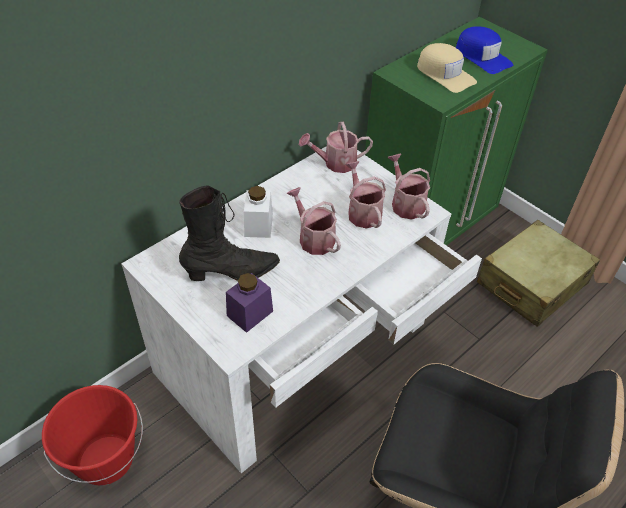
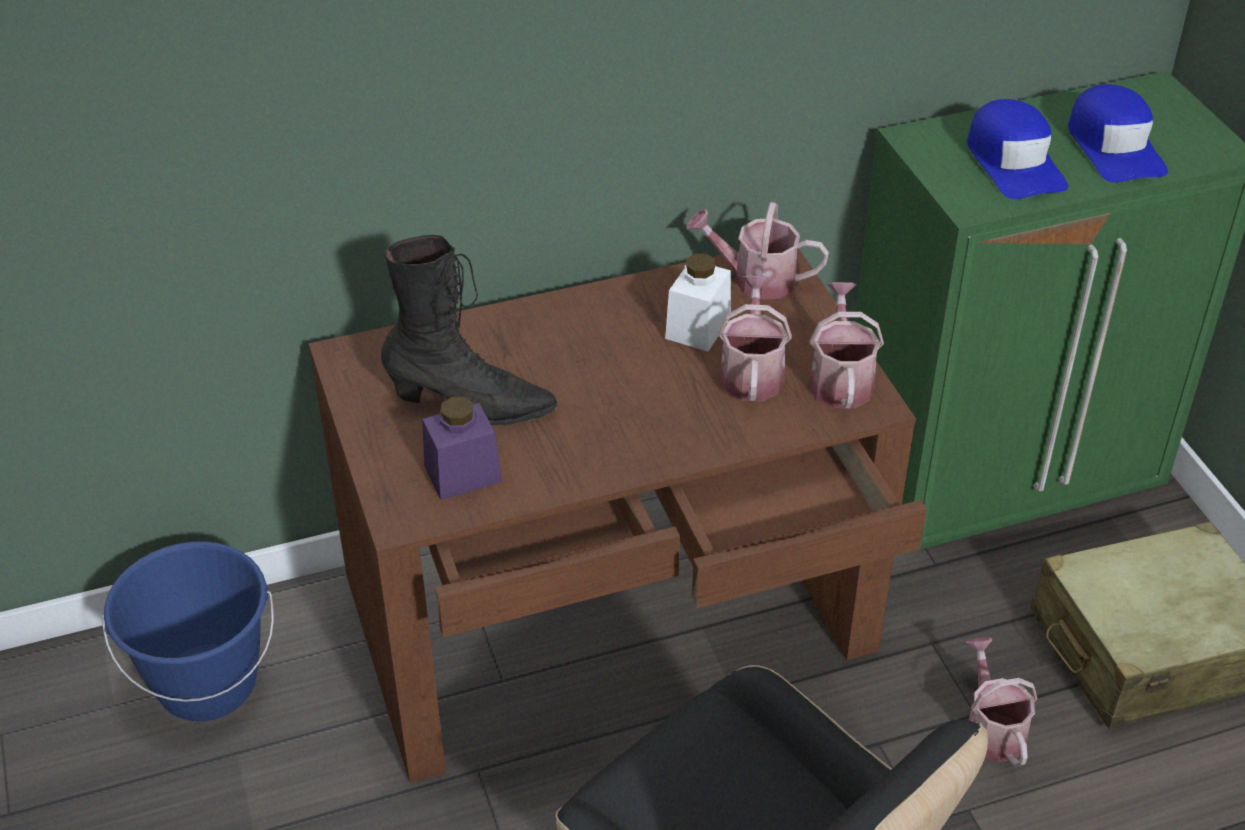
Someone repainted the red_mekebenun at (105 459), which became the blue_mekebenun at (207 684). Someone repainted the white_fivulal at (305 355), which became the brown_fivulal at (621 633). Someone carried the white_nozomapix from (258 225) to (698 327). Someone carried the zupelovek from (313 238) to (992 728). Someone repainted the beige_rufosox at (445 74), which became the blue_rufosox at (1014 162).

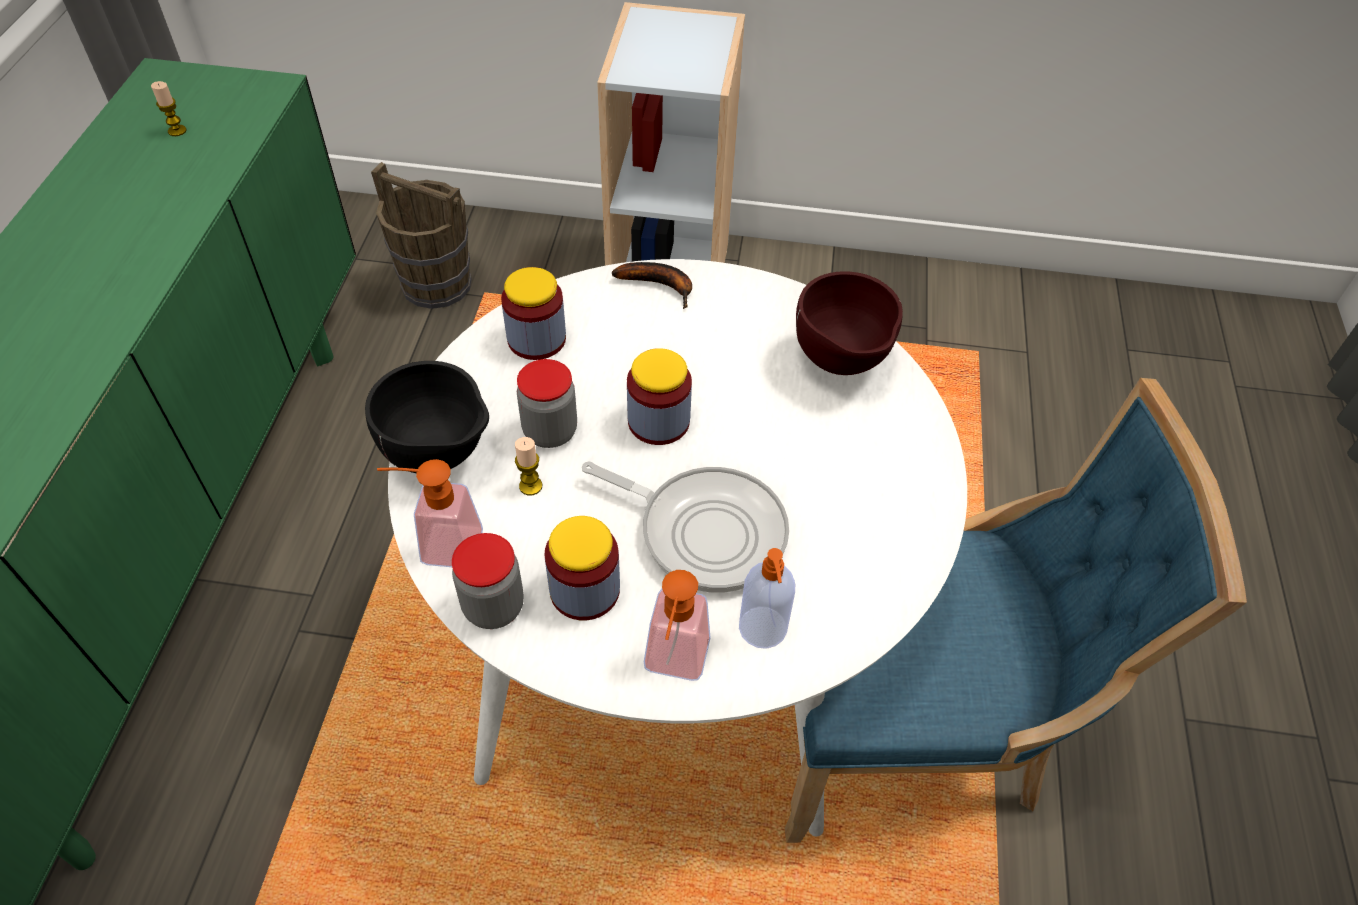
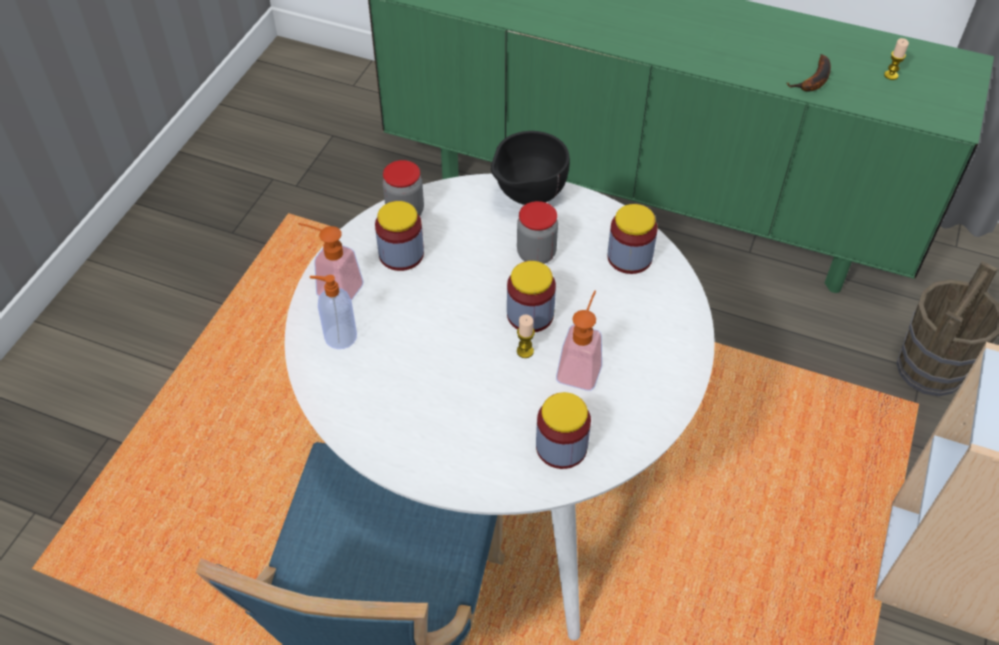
Someone carried the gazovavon from (440 545) to (581 366). Someone carried the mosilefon from (530 486) to (525 351). Someone took away the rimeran at (704 531). Someone carried the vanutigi from (661 285) to (814 81). Someone swapped the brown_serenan at (841 365) for the nozomapix at (561 447).

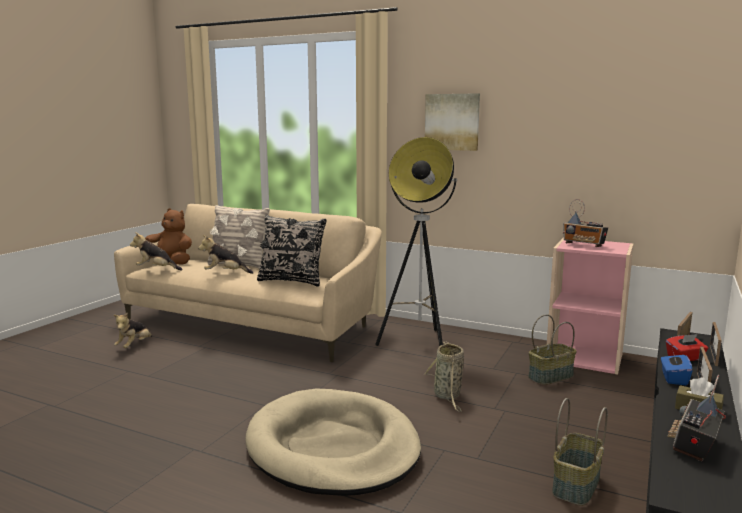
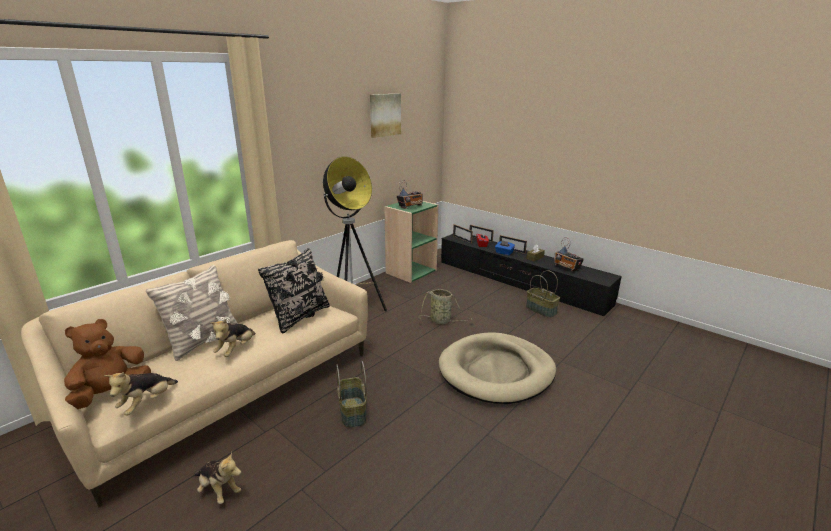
Someone carried the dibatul from (452 122) to (384 115). Someone carried the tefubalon from (550 376) to (352 412). Someone repainted the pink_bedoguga at (585 357), which became the green_bedoguga at (411 271).

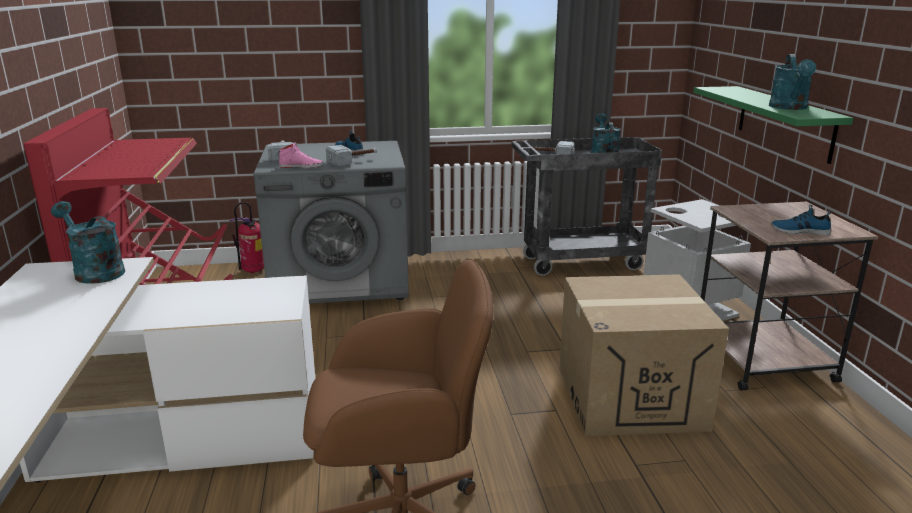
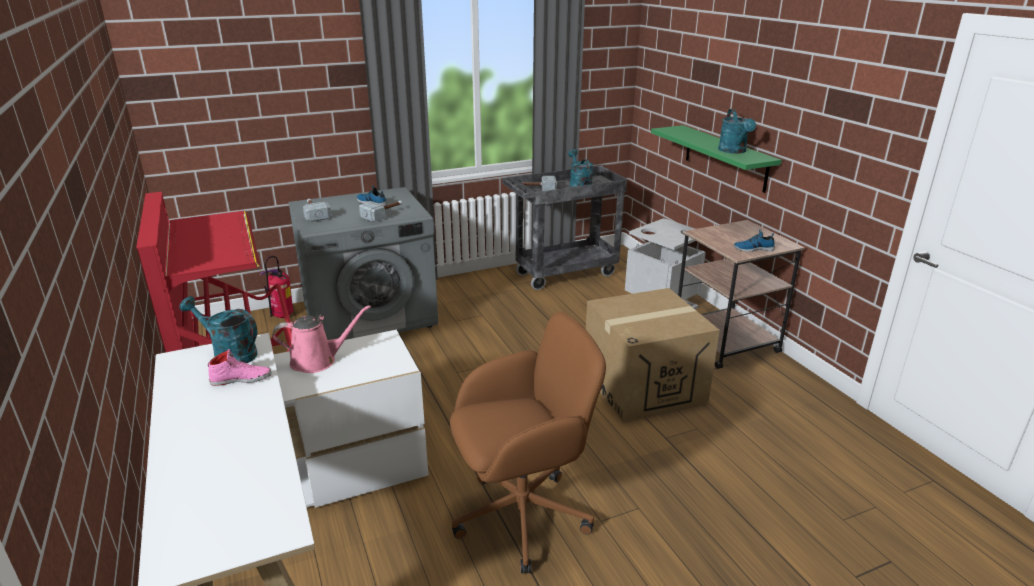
Someone carried the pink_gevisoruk from (301 166) to (241 378). Someone put down the pink_zupelovek at (318 360).

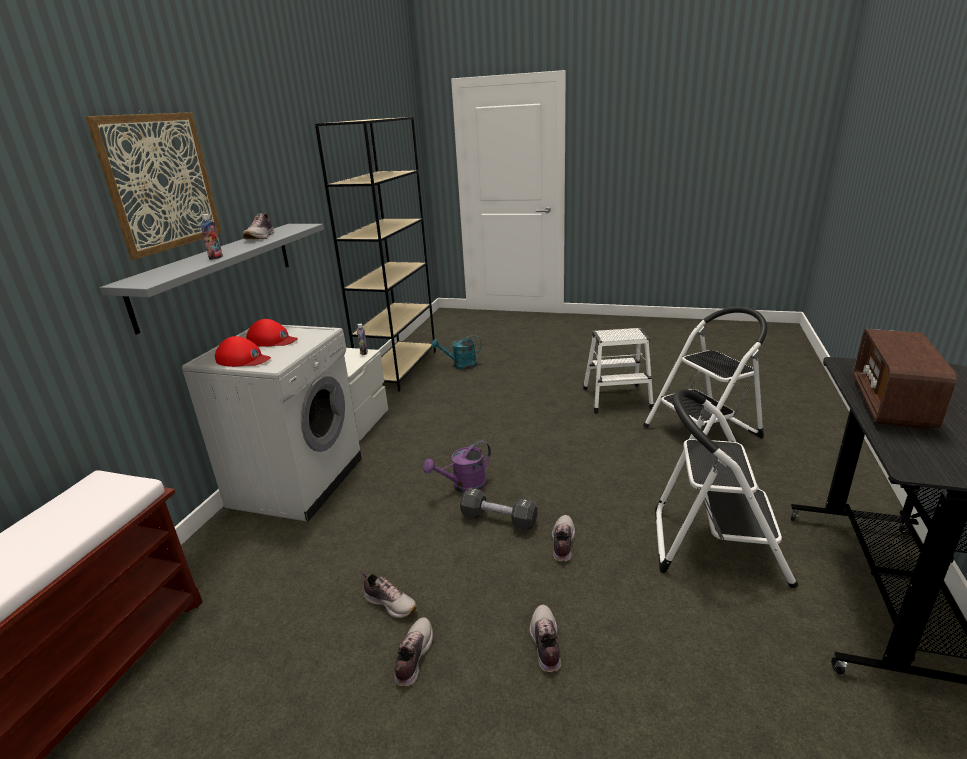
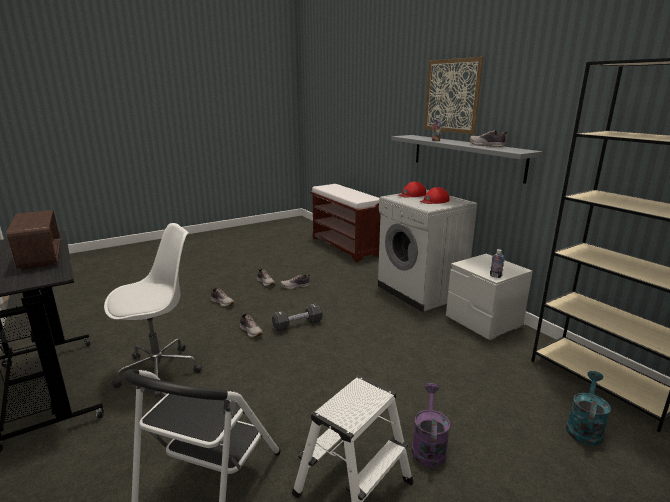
Someone carried the purple_zupelovek from (464 487) to (428 445). Someone swapped the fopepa at (713 544) for the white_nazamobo at (161 370).

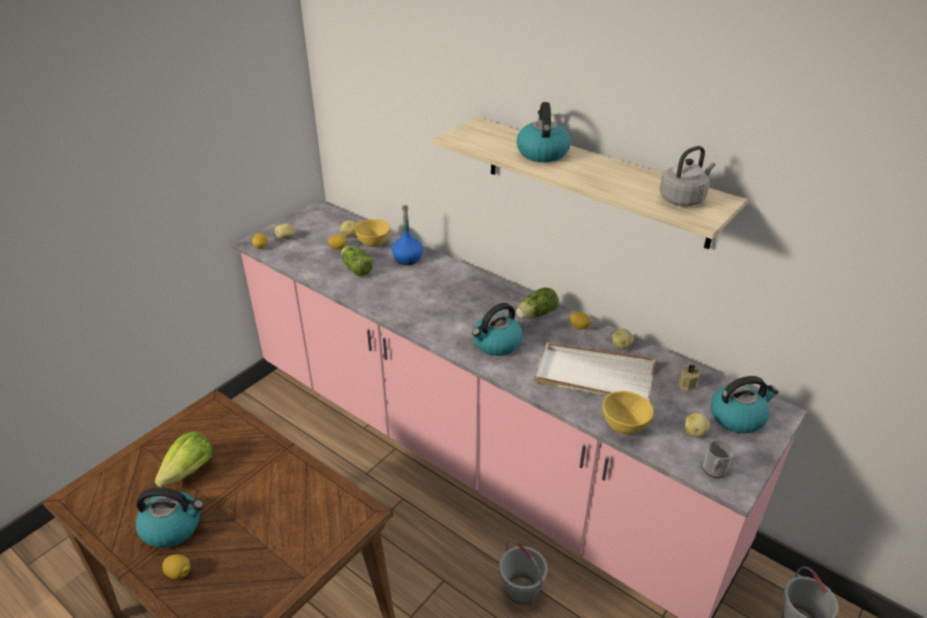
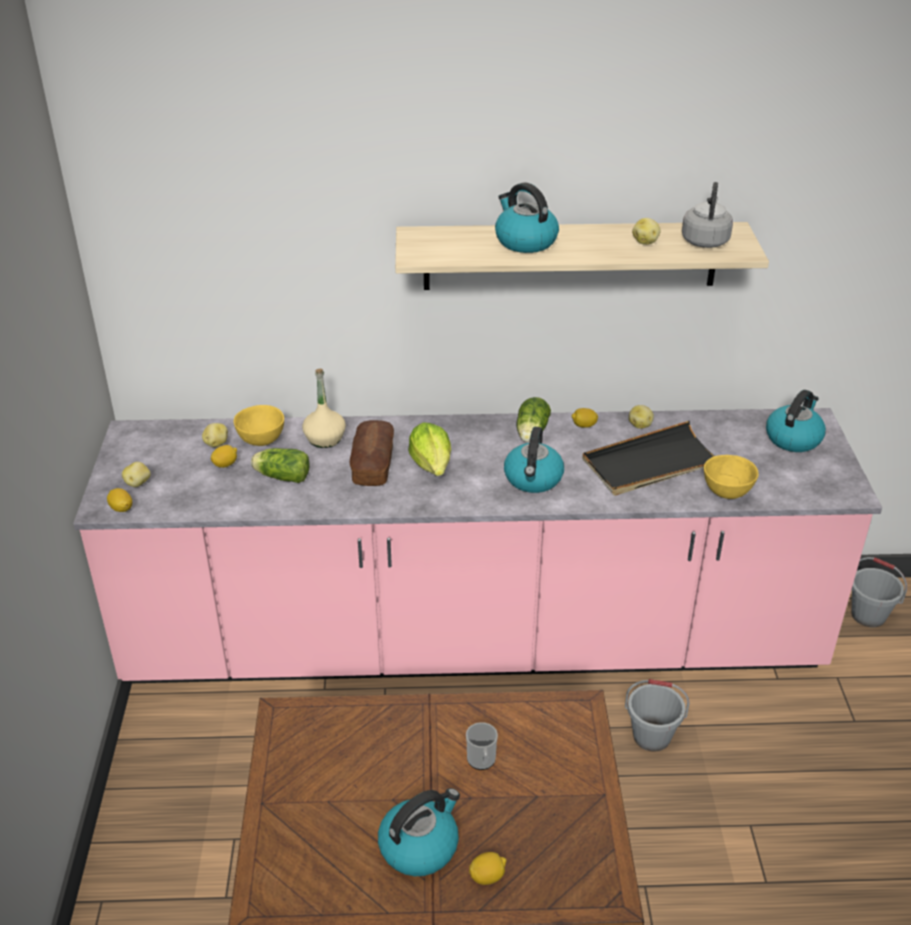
Someone carried the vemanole from (189 471) to (432 465). Someone repainted the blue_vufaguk at (407 258), which became the beige_vufaguk at (324 439). Someone repainted the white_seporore at (593 376), which became the black_seporore at (652 463). Someone took away the beige_mosilefon at (686 385). Someone carried the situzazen from (695 432) to (645 242). Someone carried the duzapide from (713 471) to (482 761). Someone put down the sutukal at (373 465).

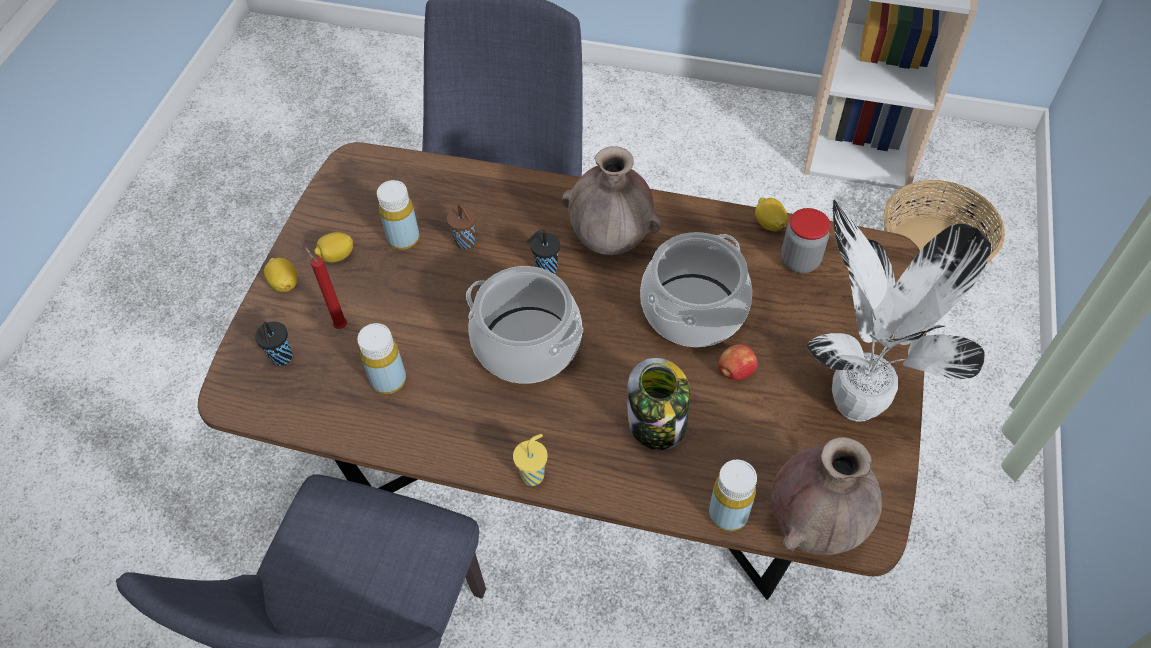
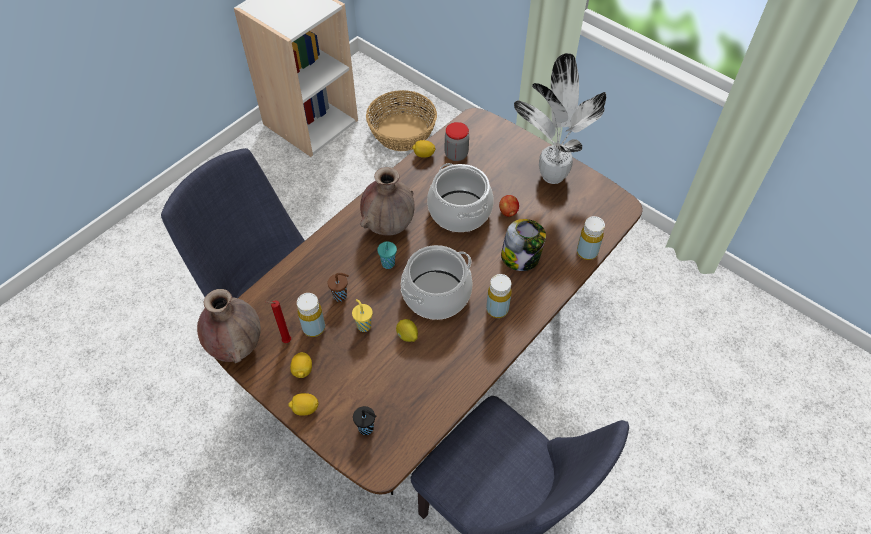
Someone carried the red_mosilefon from (339 325) to (285 341). Someone carried the yellow_vufaguk from (388 380) to (497 309). Someone carried the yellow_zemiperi from (533 474) to (363 325). Someone repainted the black_zemiperi at (545 269), which became the turquoise_zemiperi at (388 264). Someone carried the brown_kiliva from (814 525) to (236 346). Someone put down the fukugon at (407 336).

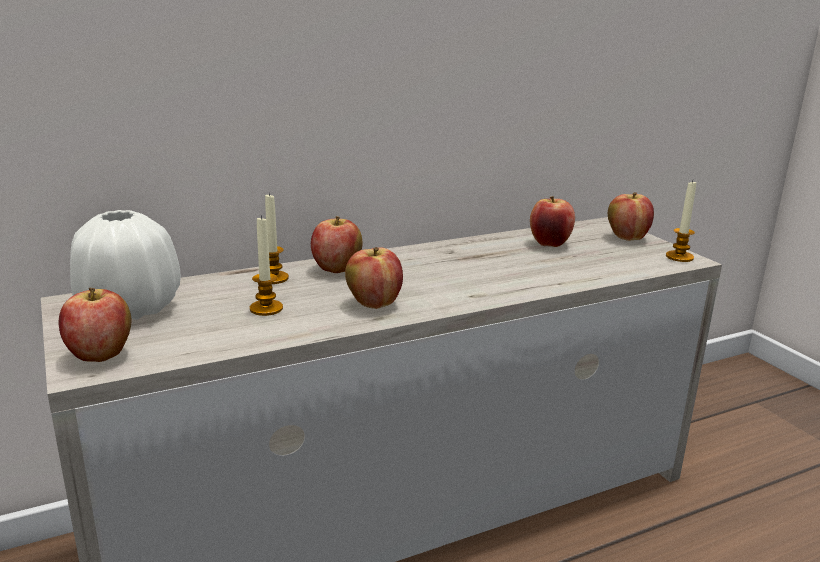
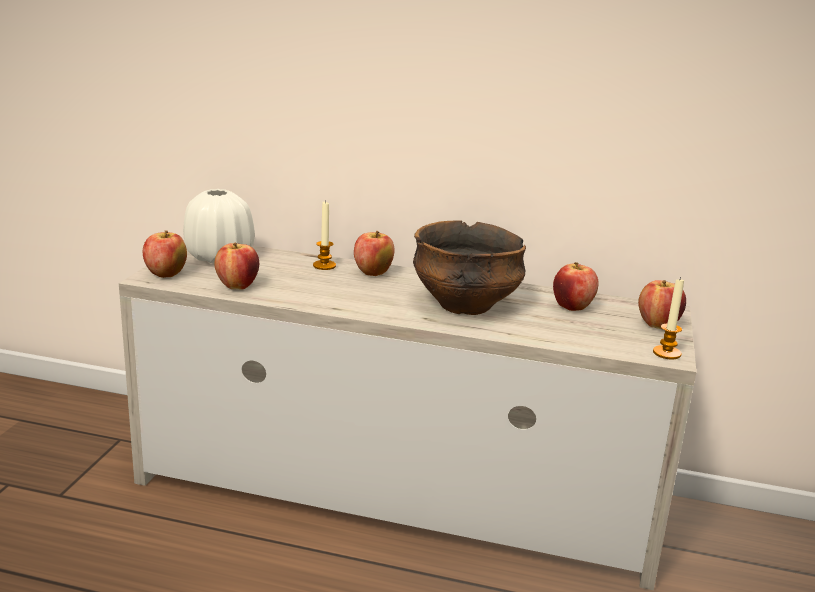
Someone took away the mosilefon at (266 308). Someone carried the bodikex from (374 304) to (237 286). Someone put down the serenan at (465 305).

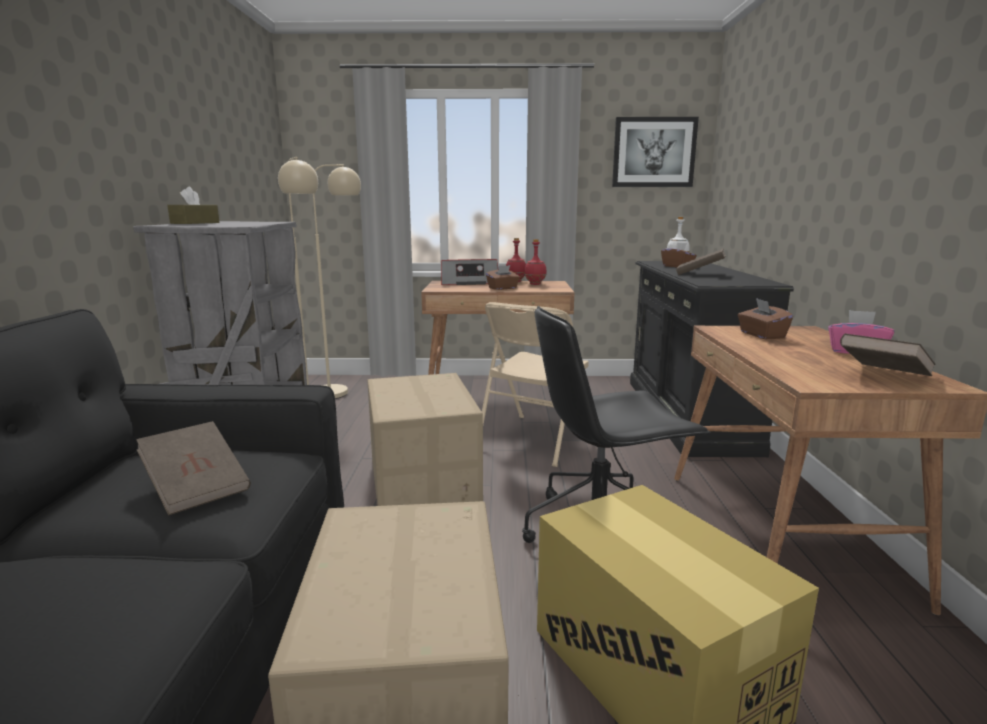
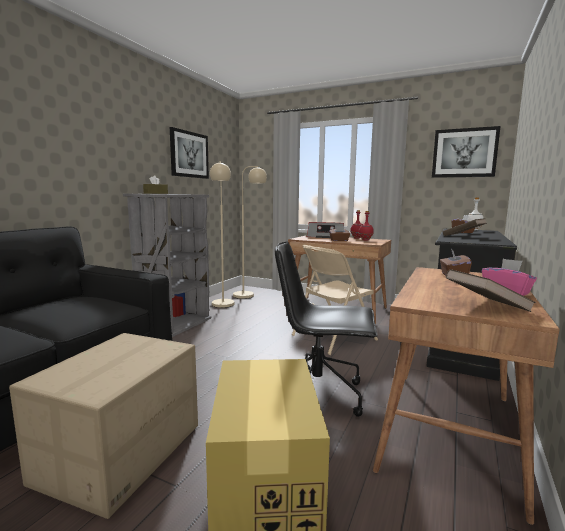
Someone took away the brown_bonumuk at (197 487). Someone took away the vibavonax at (424 483). Someone put up the dibatul at (189 154).

